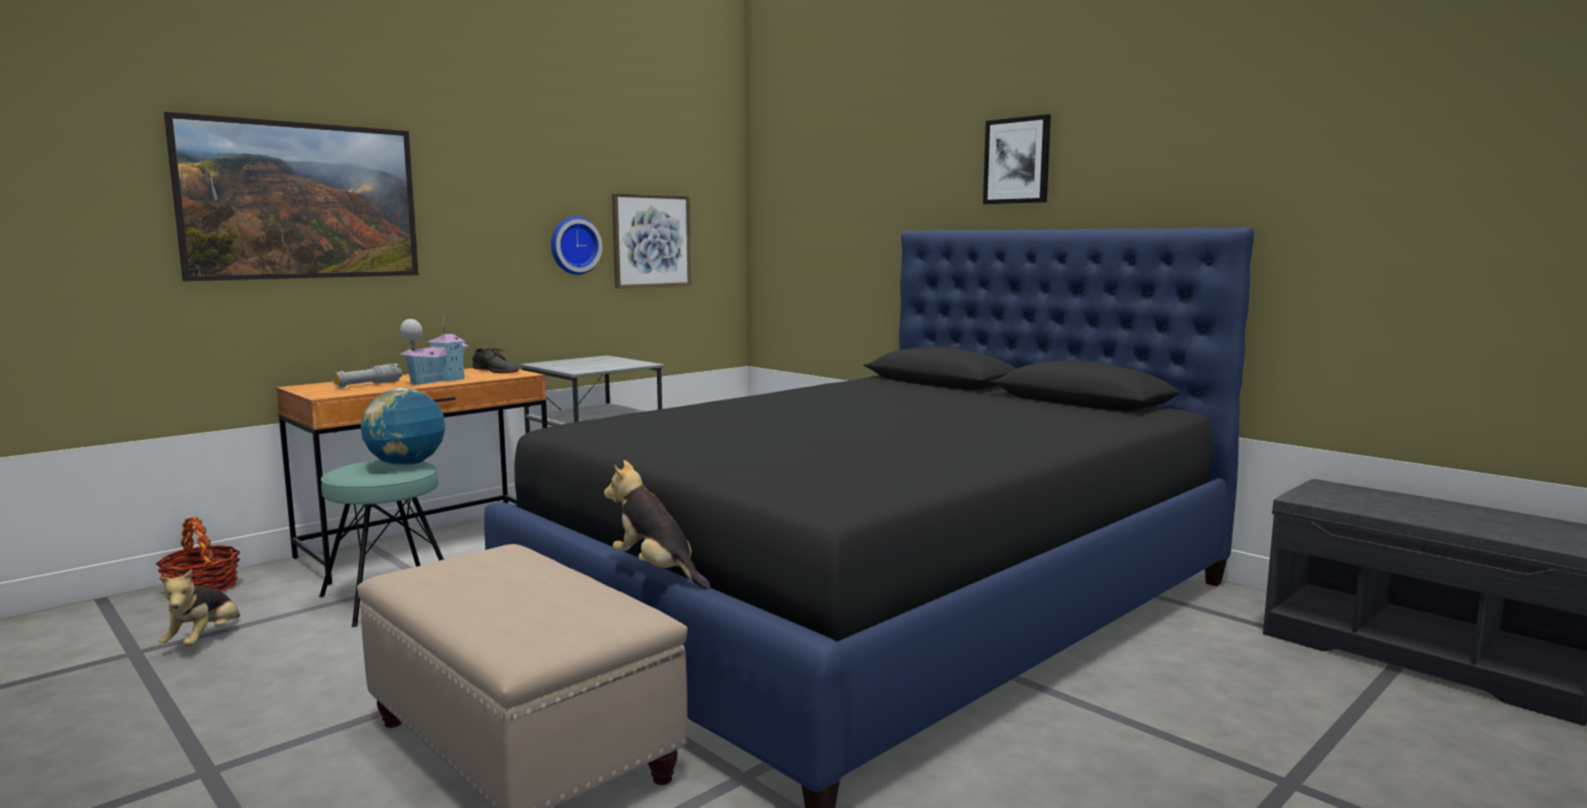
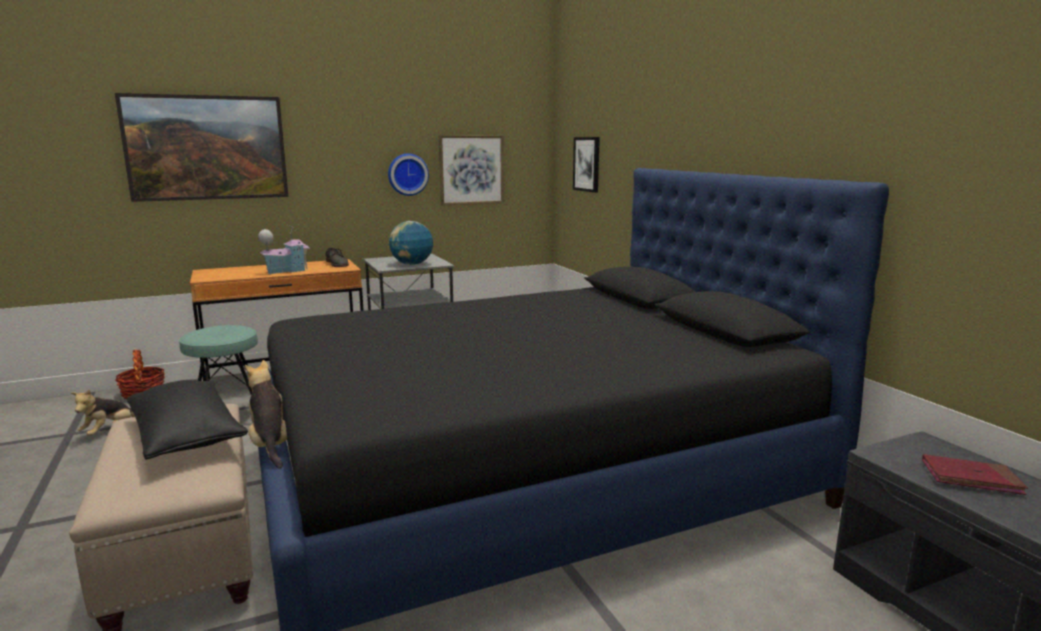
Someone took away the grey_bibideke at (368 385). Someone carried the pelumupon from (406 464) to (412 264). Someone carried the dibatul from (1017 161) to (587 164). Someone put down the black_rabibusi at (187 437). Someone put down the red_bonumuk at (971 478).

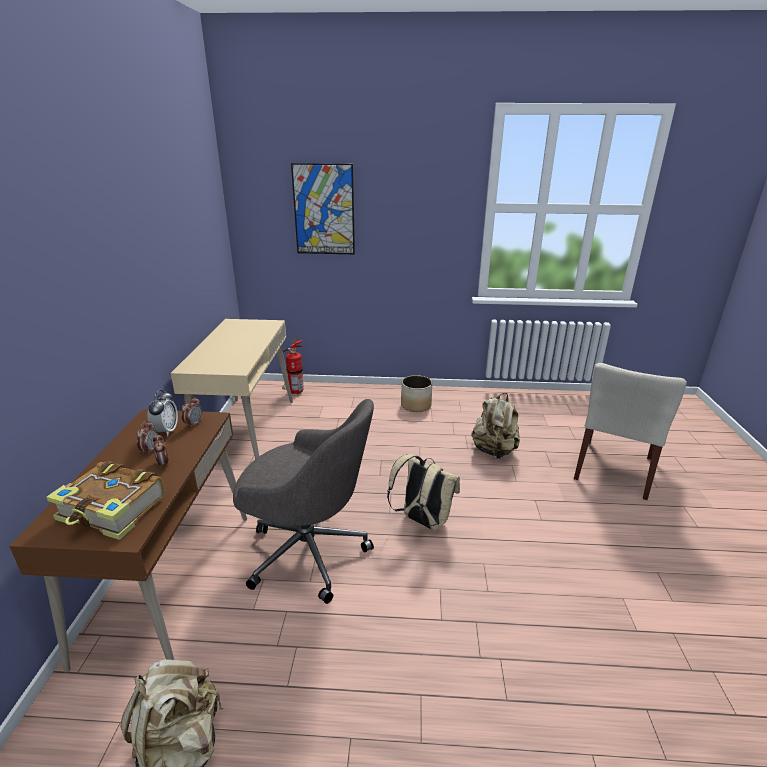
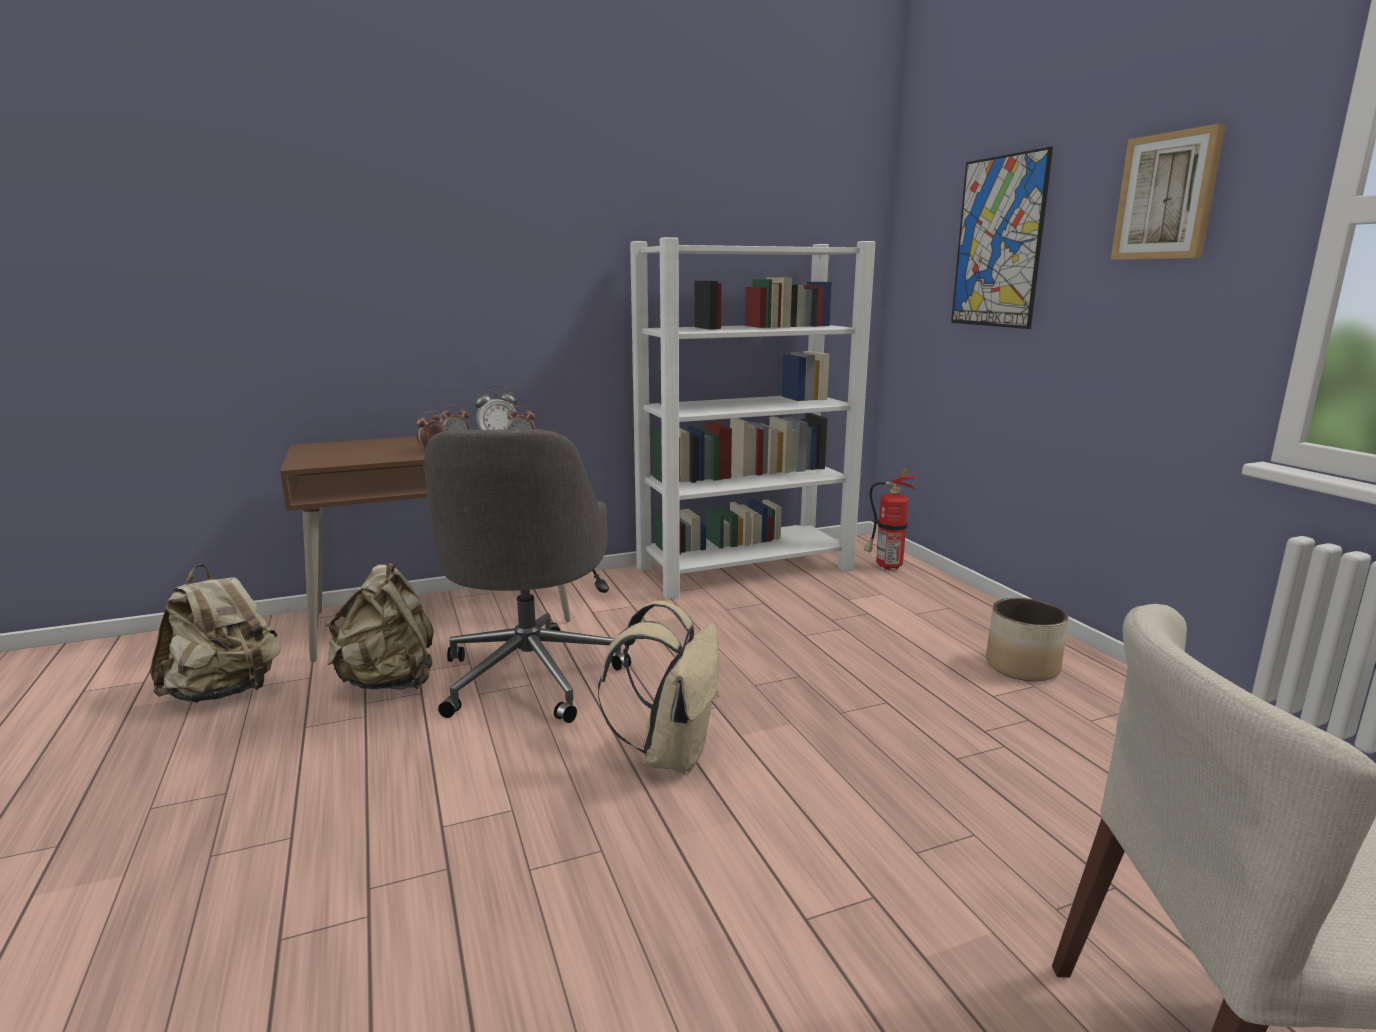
Someone took away the bonumuk at (113 510). Someone swapped the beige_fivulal at (246 432) for the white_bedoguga at (745 569). Someone carried the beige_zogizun from (494 451) to (389 681). Someone put up the dibatul at (1167 197).

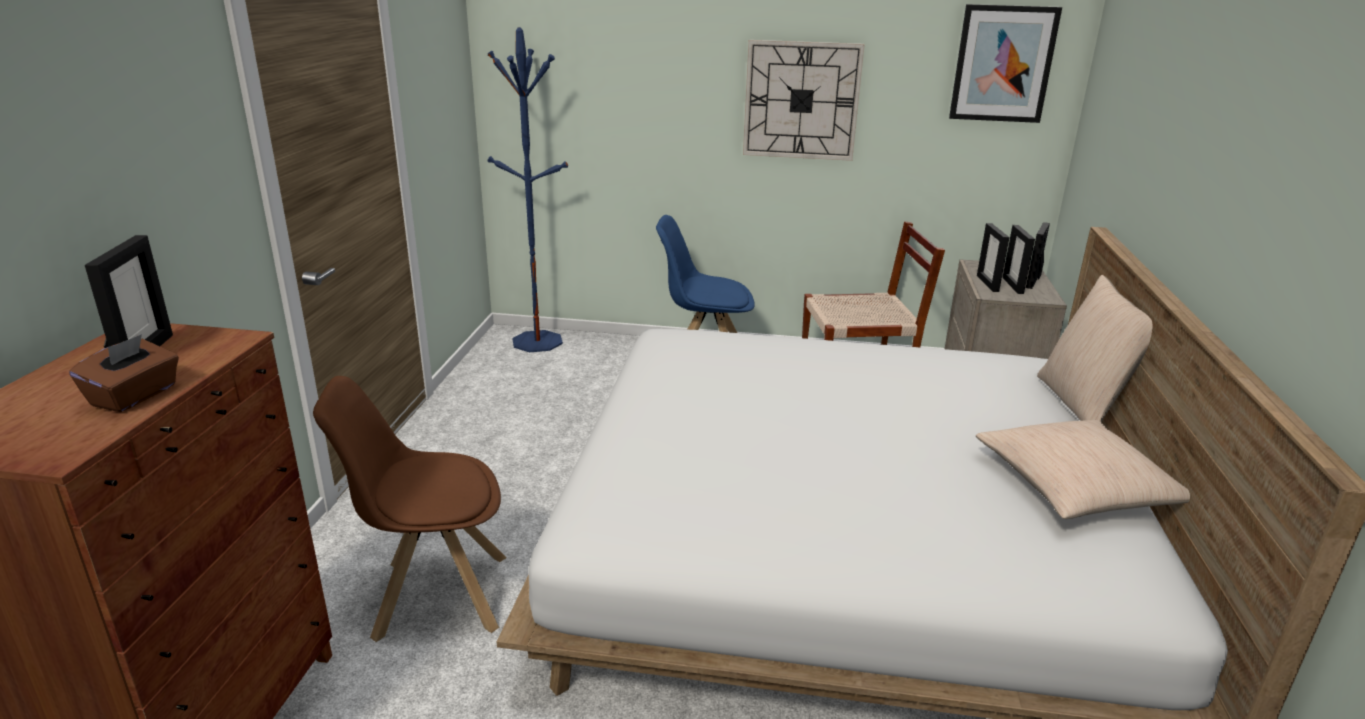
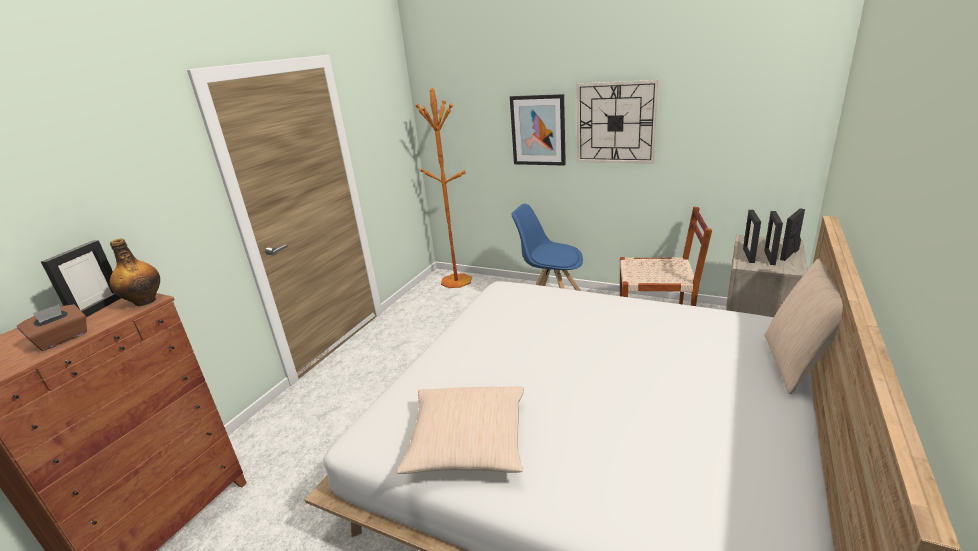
Someone took away the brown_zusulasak at (434 596). Someone repainted the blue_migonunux at (537 341), which became the orange_migonunux at (456 281). Someone carried the dibatul from (1003 64) to (538 130). Someone carried the beige_rabibusi from (1075 487) to (467 441). Someone put down the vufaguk at (145 301).

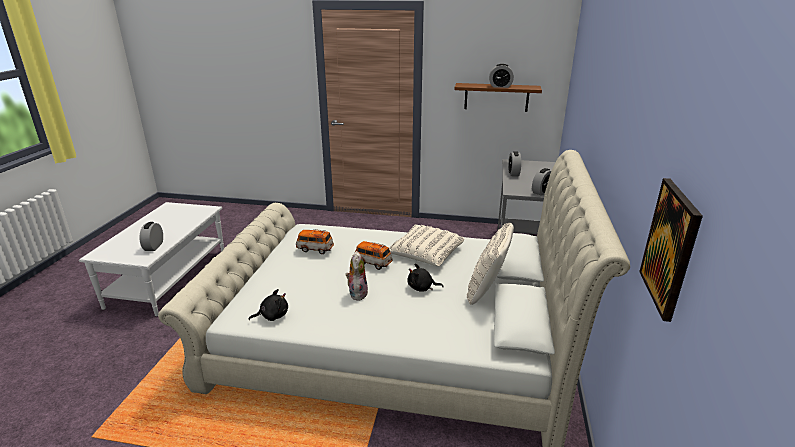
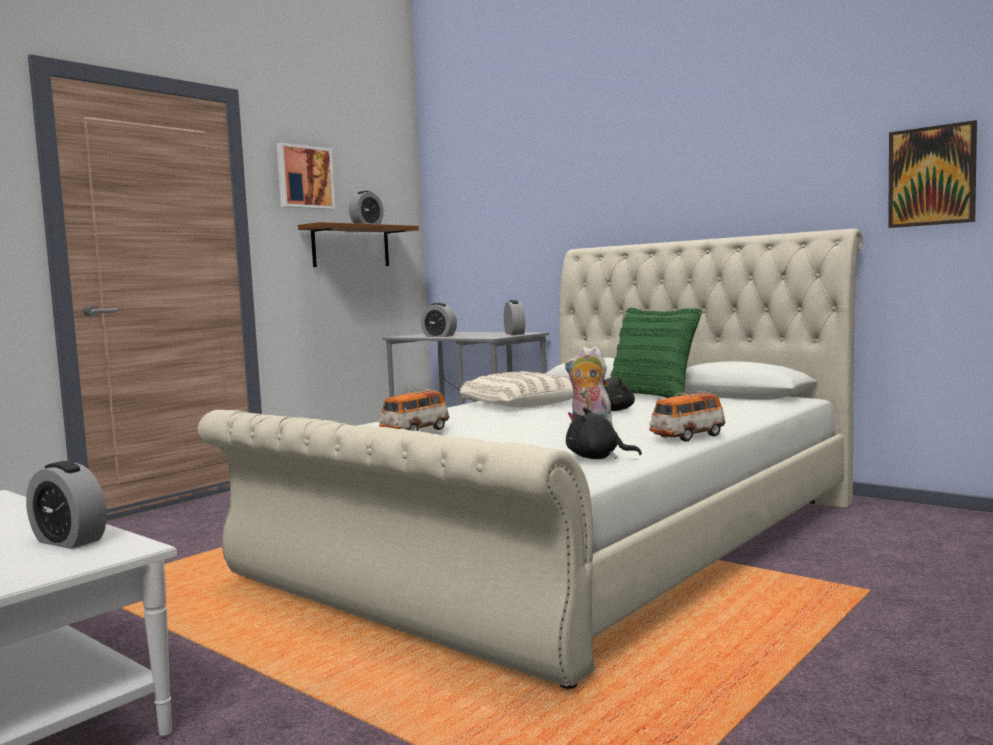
Someone rotated the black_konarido at (272 316) by 75 degrees counterclockwise. Someone carried the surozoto from (373 263) to (687 437). Someone repainted the beige_rabibusi at (487 290), which became the green_rabibusi at (654 396). Someone put up the dibatul at (304 177).

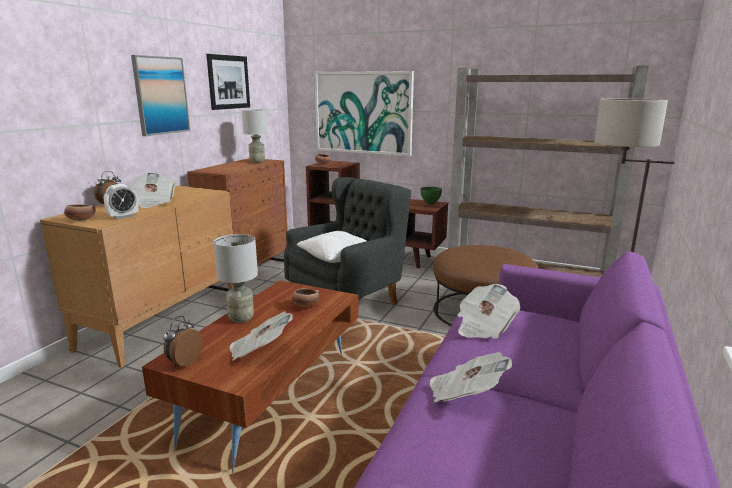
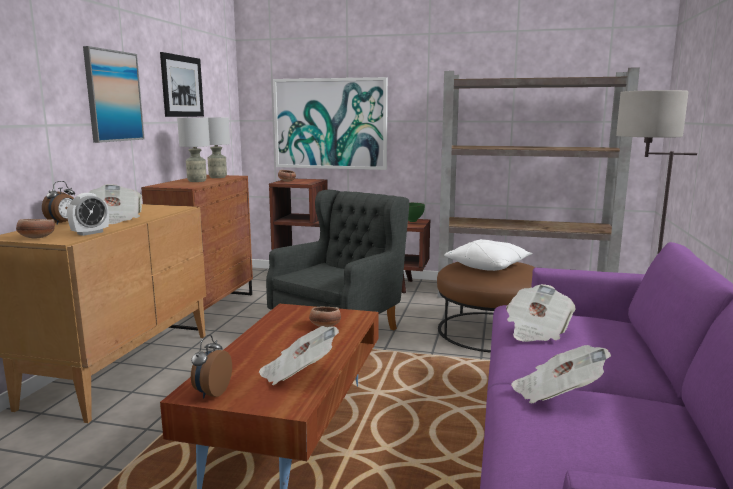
Someone carried the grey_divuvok from (242 318) to (197 181). Someone carried the white_rabibusi from (337 256) to (488 266).

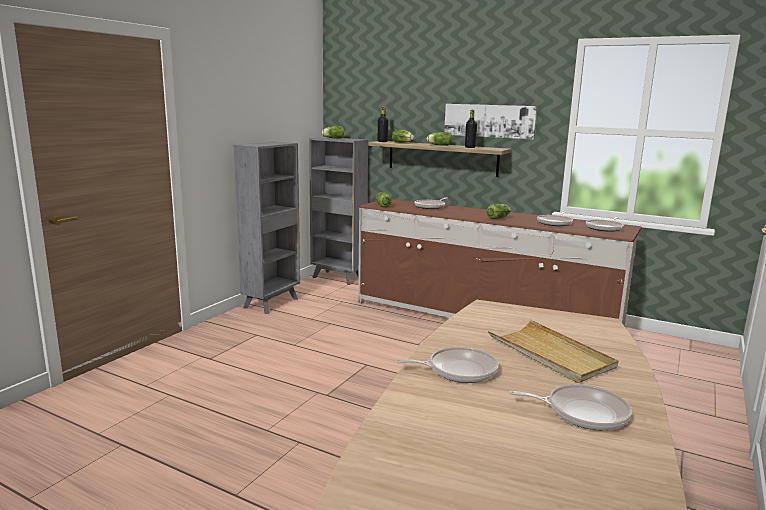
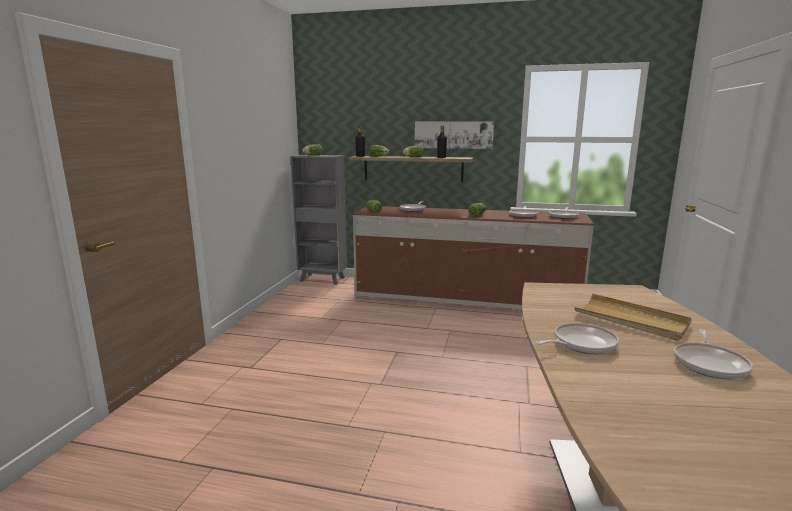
Someone took away the grey_bedoguga at (272 303). Someone rotated the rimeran at (582 412) by 120 degrees clockwise.

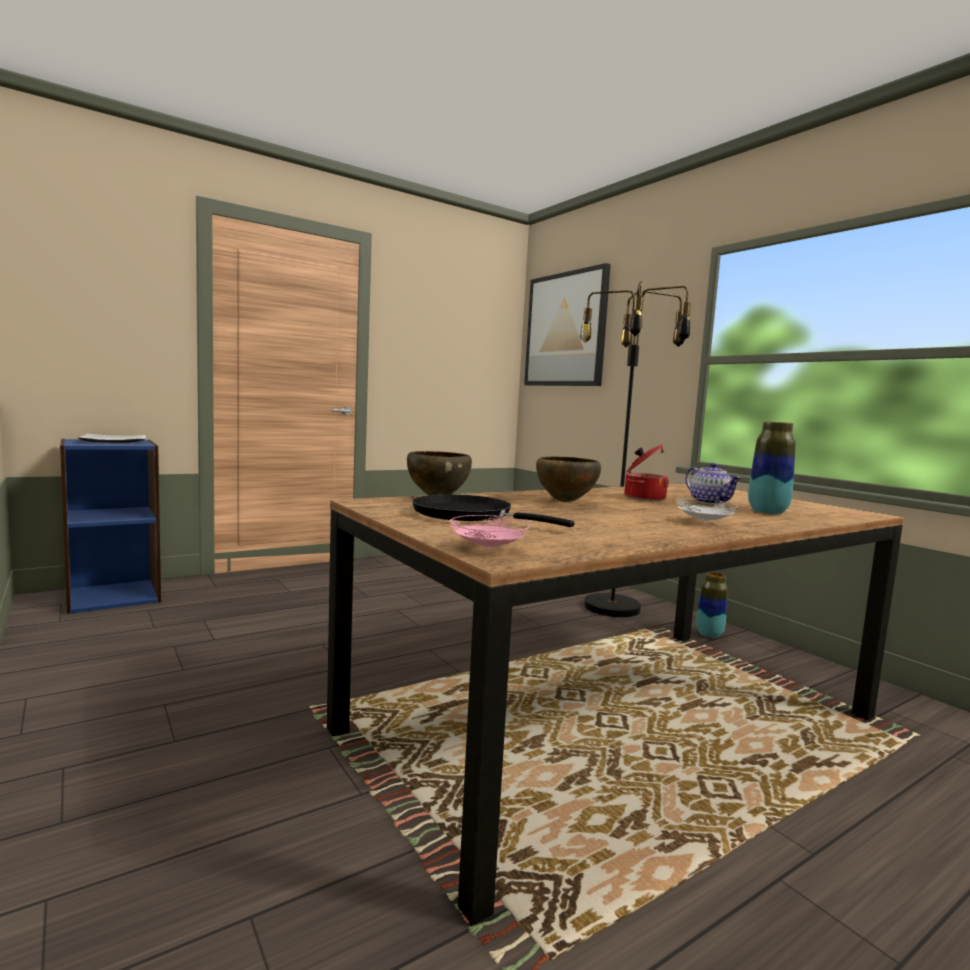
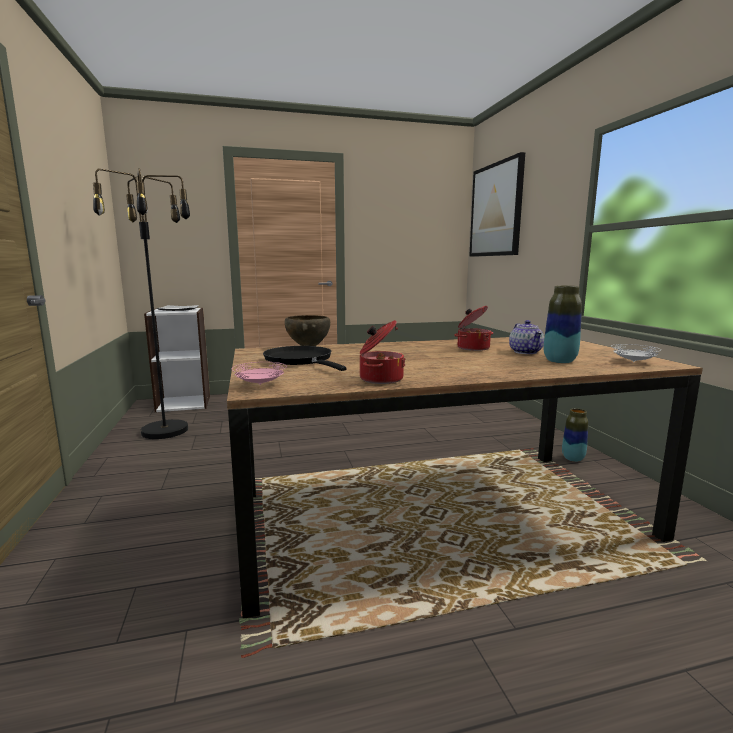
Someone repainted the blue_bedoguga at (113 596), which became the white_bedoguga at (184 403). Someone took away the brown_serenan at (565 502). Someone carried the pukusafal from (613 607) to (166 431). Someone carried the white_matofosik from (704 522) to (634 362). Someone put down the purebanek at (380 379).

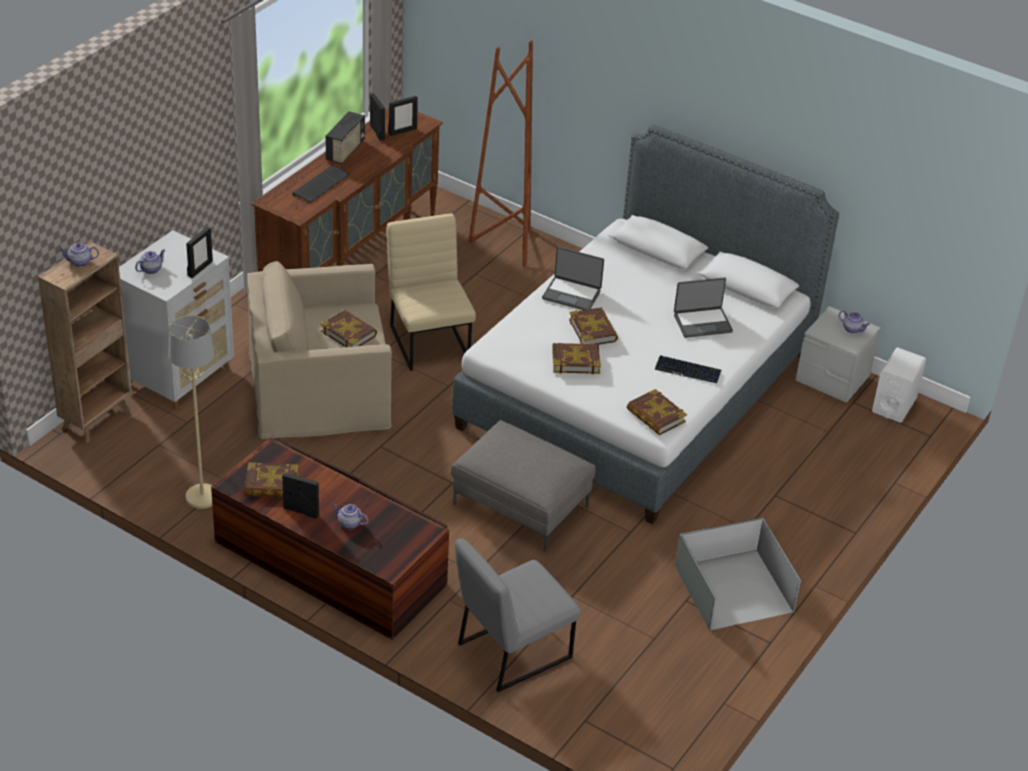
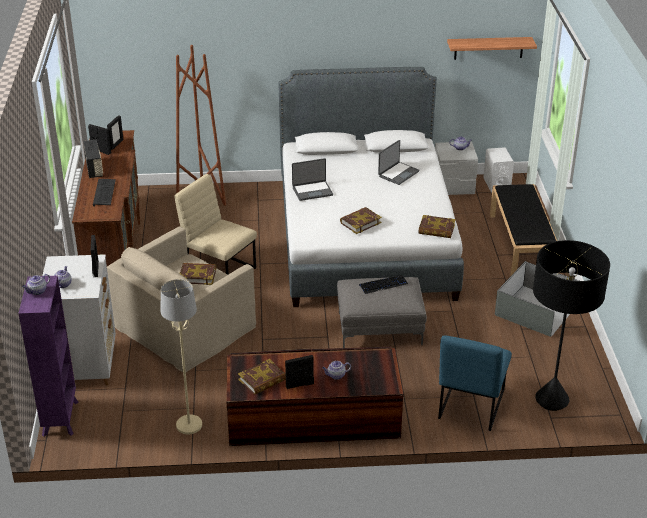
Someone repainted the brown_bedoguga at (97 418), which became the purple_bedoguga at (61 417). Someone repainted the grey_zusulasak at (511 651), which became the blue_zusulasak at (470 405). Someone took away the bonumuk at (593 330). Someone carried the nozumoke from (688 370) to (383 285). Someone put up the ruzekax at (488 48). Someone put down the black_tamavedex at (521 245). Someone put down the black_pukusafal at (551 402).

